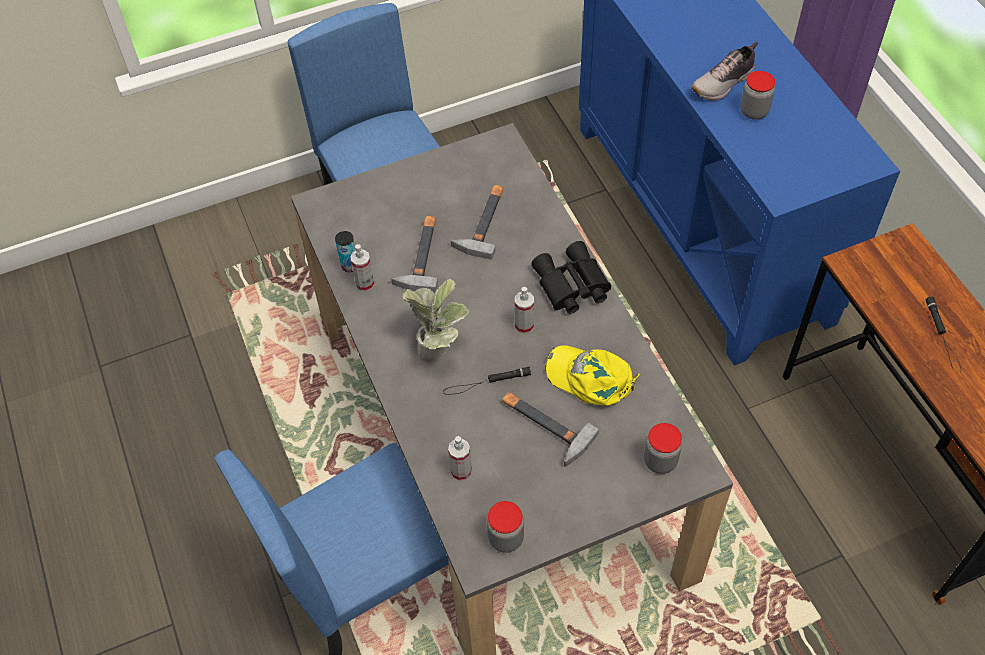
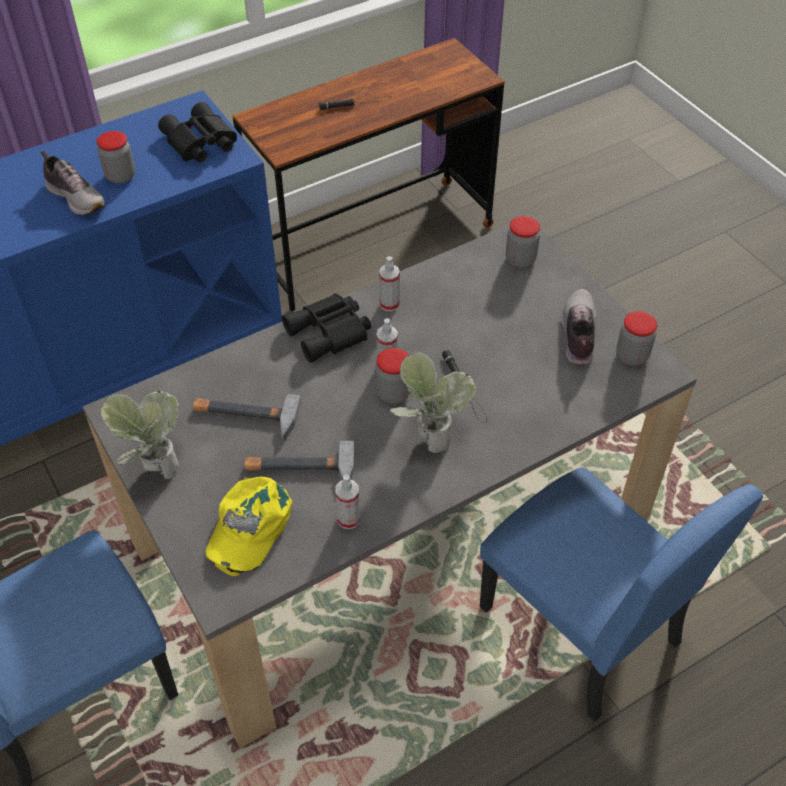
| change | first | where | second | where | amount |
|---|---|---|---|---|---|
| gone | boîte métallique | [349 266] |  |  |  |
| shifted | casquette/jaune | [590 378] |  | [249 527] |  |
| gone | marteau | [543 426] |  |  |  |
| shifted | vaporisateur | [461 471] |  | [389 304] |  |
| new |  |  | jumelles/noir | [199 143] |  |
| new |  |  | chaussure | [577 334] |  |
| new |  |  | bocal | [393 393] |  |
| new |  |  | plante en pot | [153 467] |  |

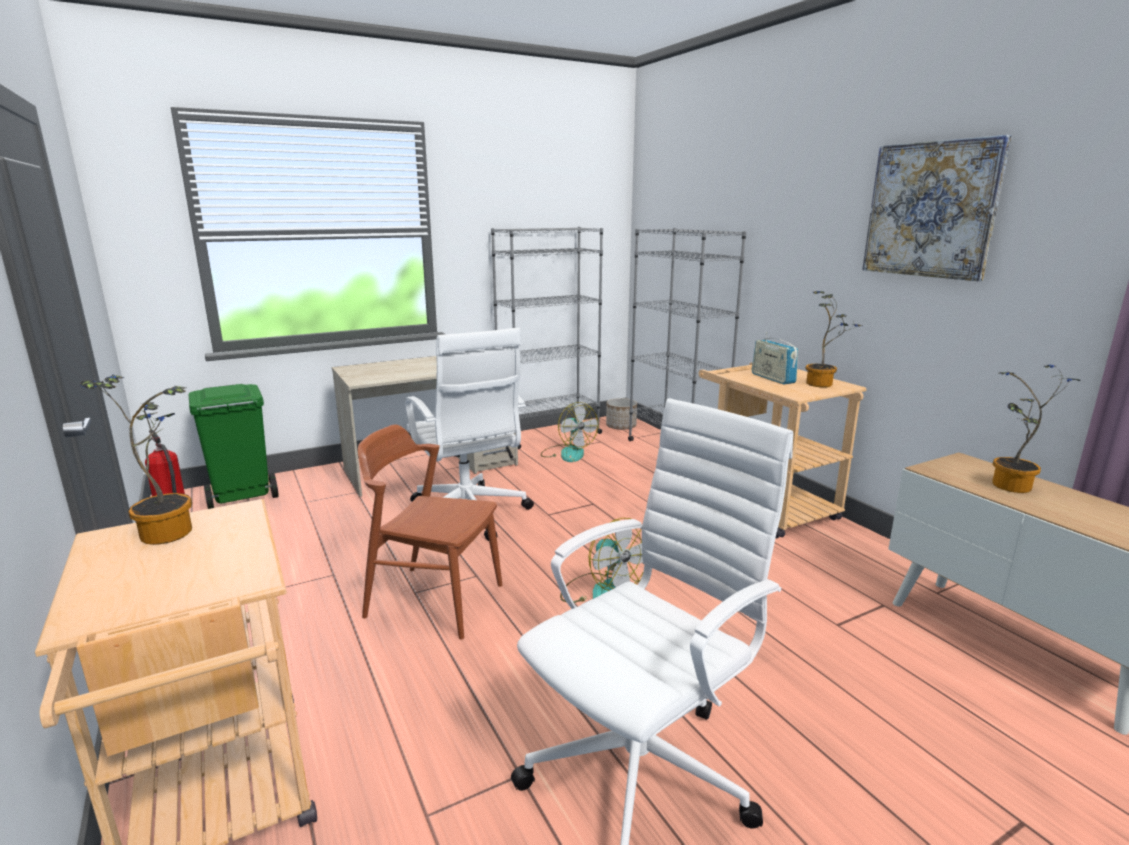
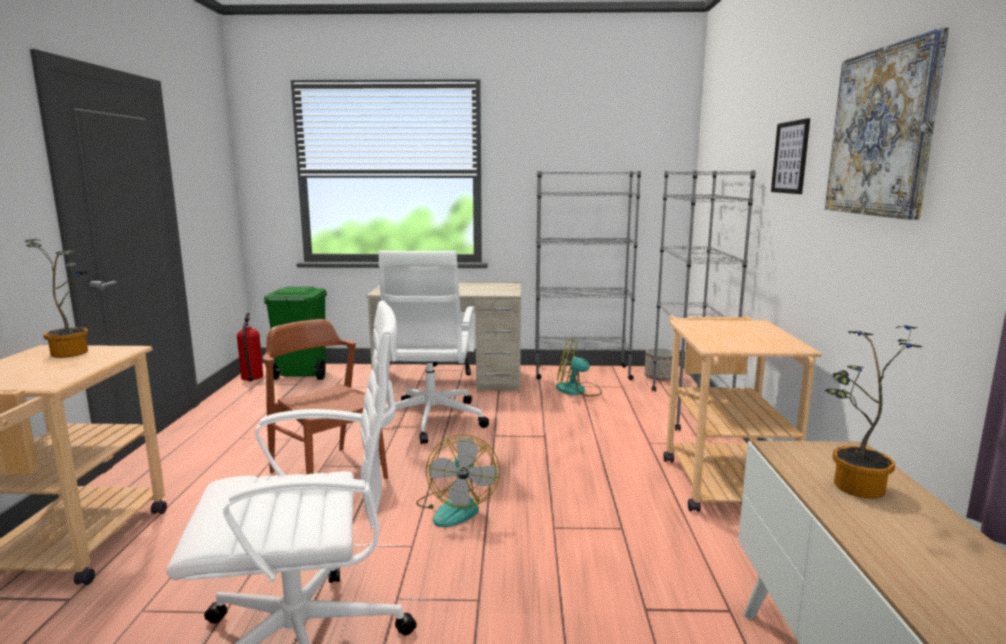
| change | first | where | second | where | amount |
|---|---|---|---|---|---|
| gone | plante en pot | [823 384] |  |  |  |
| gone | radio | [772 378] |  |  |  |
| rotated | ventilateur | [567 453] |  | [577 390] | 105 degrees clockwise |
| new |  |  | tableau | [790 157] |  |

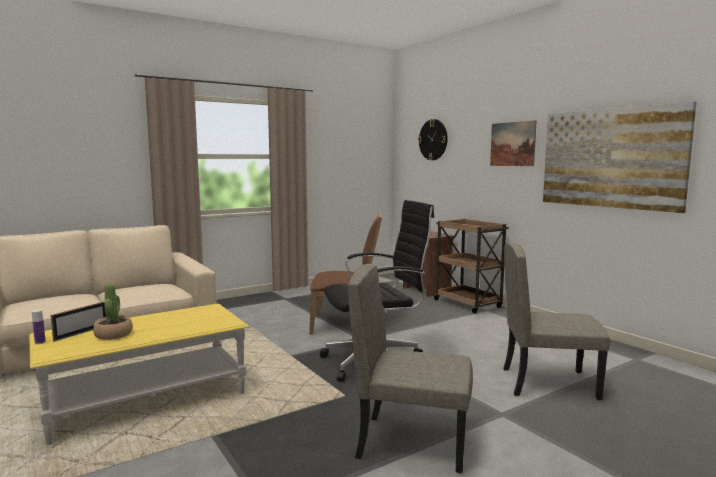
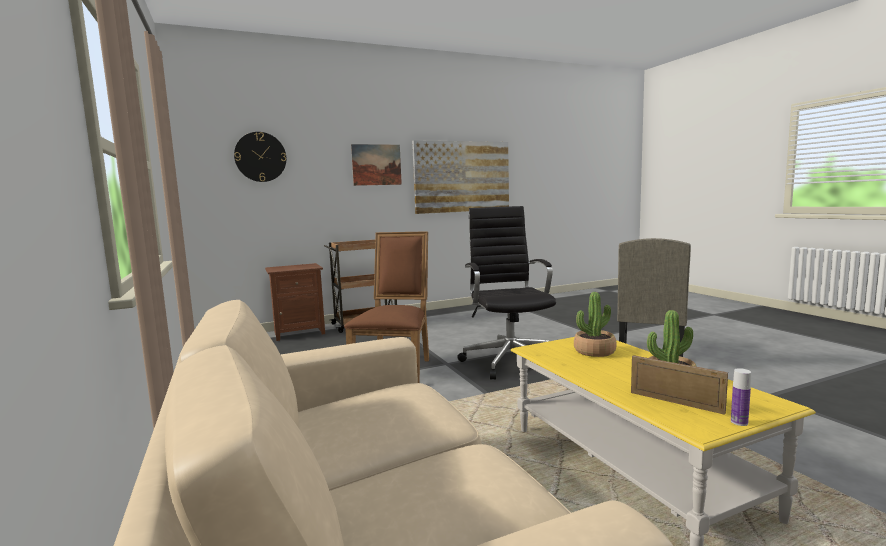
| change | first | where | second | where | amount |
|---|---|---|---|---|---|
| gone | chaise/beige | [548 383] |  |  |  |
| new |  |  | plante en pot | [594 351] |  |

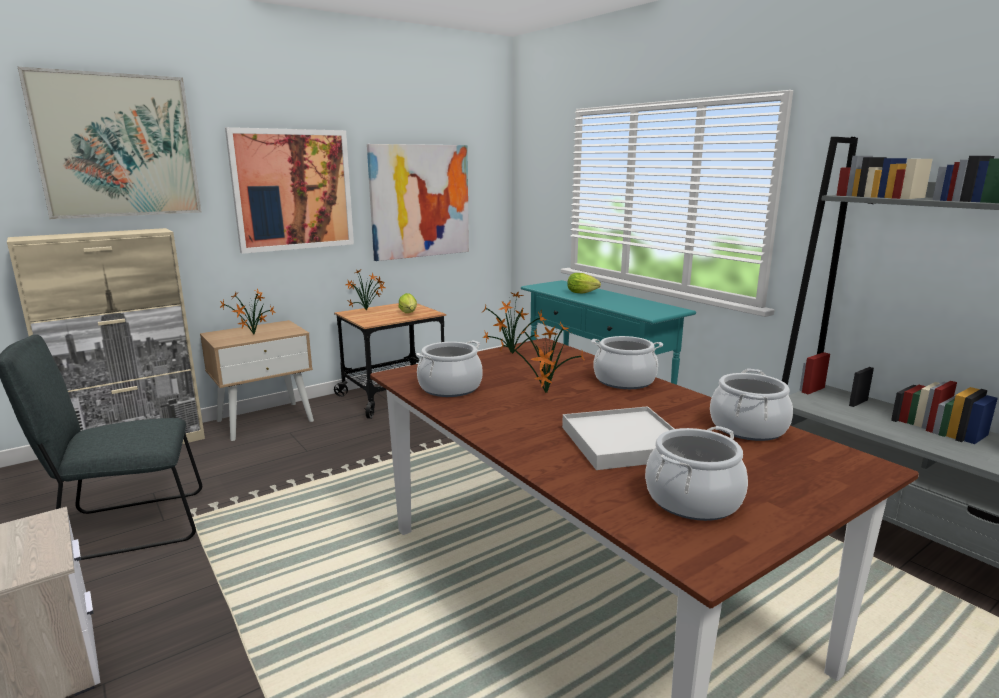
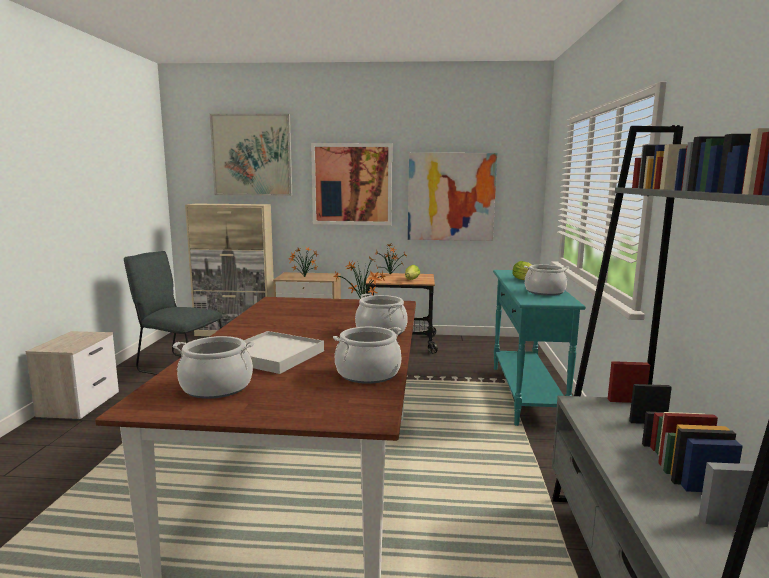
| change | first | where | second | where | amount |
|---|---|---|---|---|---|
| gone | plante en pot | [545 394] |  |  |  |
| shifted | marmite | [450 388] |  | [544 292] |  |

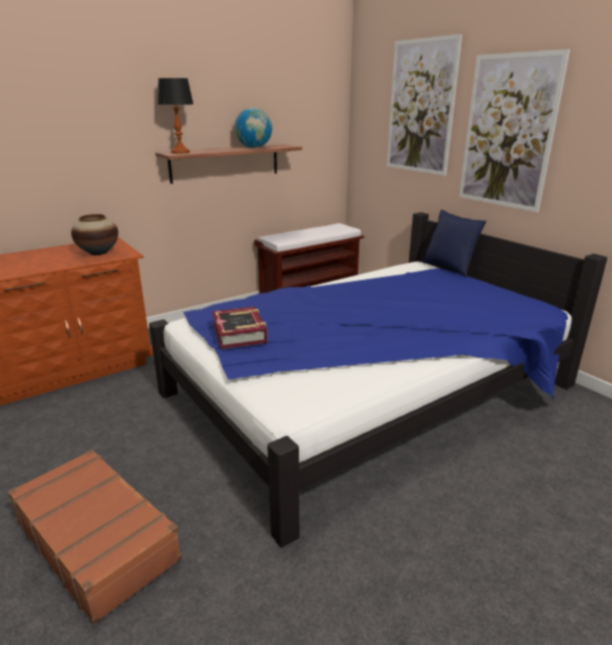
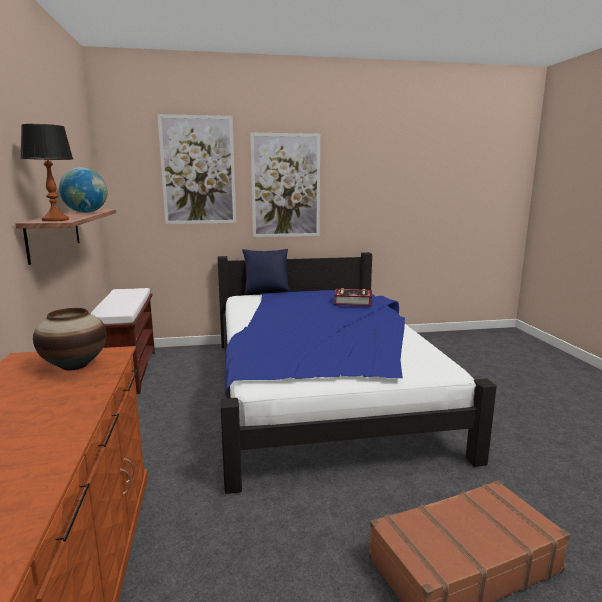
| change | first | where | second | where | amount |
|---|---|---|---|---|---|
| shifted | livre | [240 333] |  | [353 301] |  |

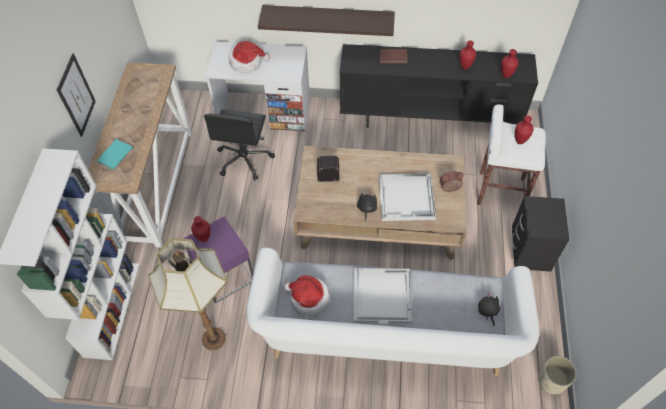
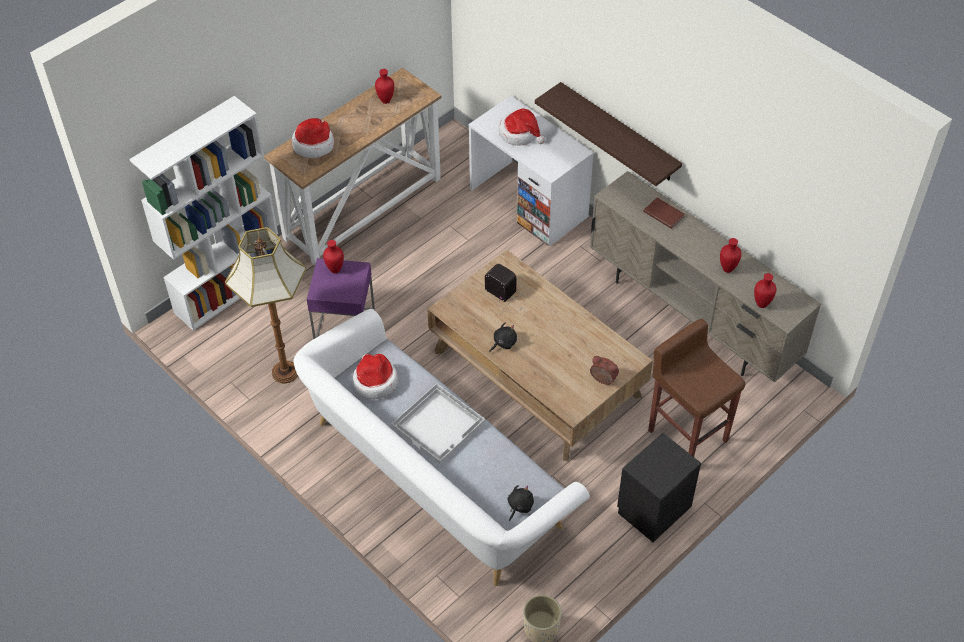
| change | first | where | second | where | amount |
|---|---|---|---|---|---|
| repainted | meuble télé/noir | [429 119] | meuble télé/beige | [692 317] |  |
| gone | tableau | [76 95] |  |  |  |
| repainted | tabouret/blanc | [499 190] | tabouret/marron | [687 434] |  |
| gone | chaise de bureau/noir | [244 159] |  |  |  |
| shifted | vase/rouge | [520 141] |  | [386 101] |  |
| swapped | livre/turquoise | [114 155] | chapeau | [314 144] |  |
| gone | plateau/blanc | [407 198] |  |  |  |

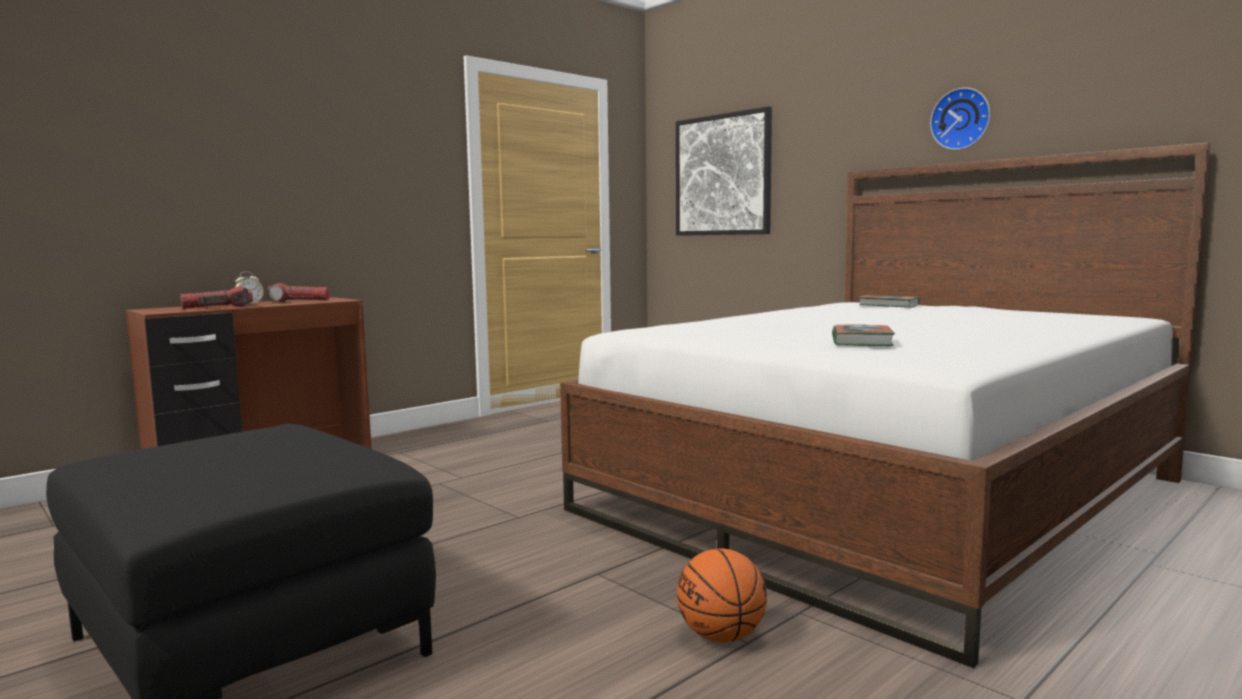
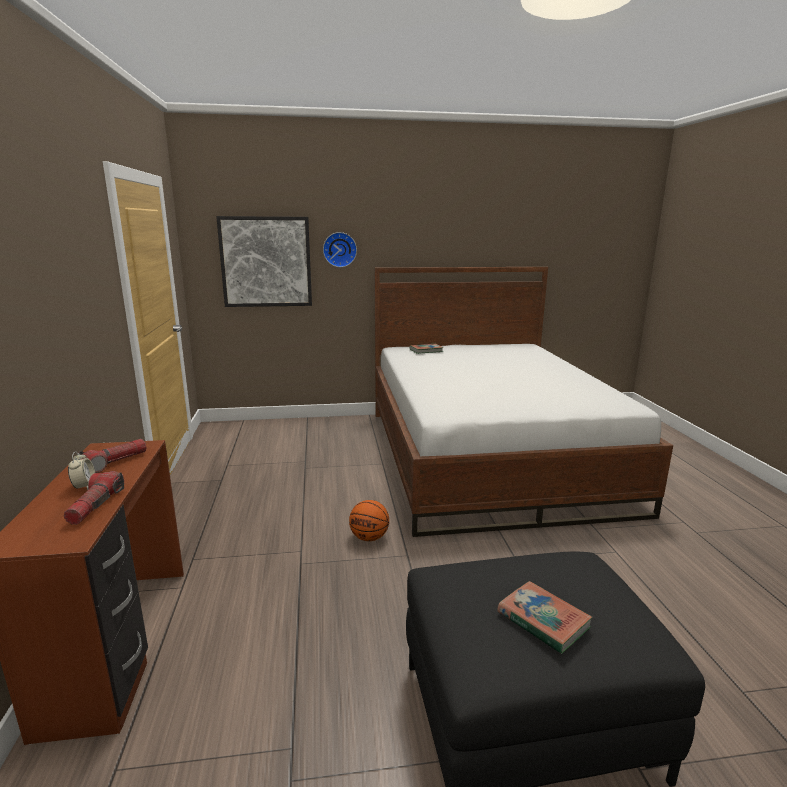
| change | first | where | second | where | amount |
|---|---|---|---|---|---|
| shifted | horloge murale | [961 119] |  | [339 249] |  |
| shifted | livre | [861 342] |  | [543 620] |  |
| shifted | ballon de basket | [721 636] |  | [369 537] |  |

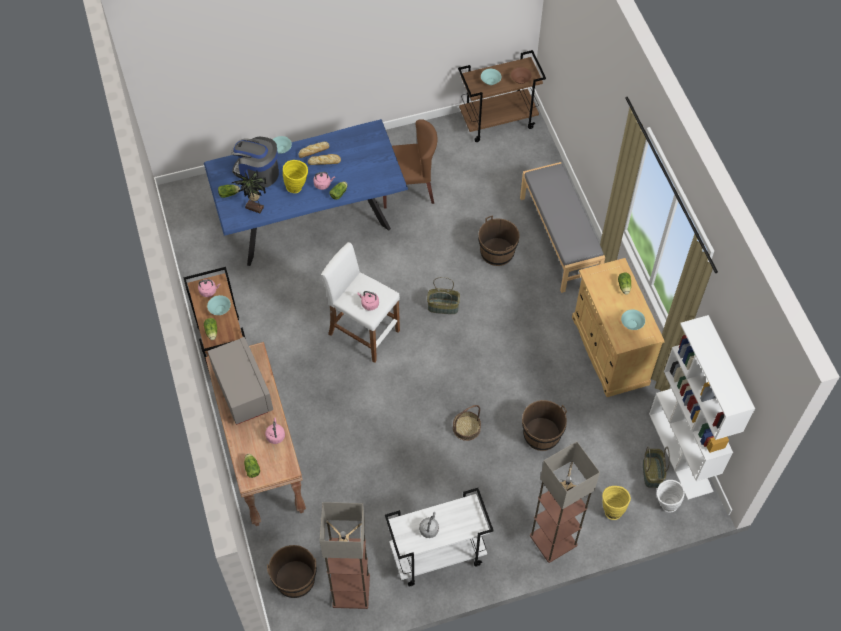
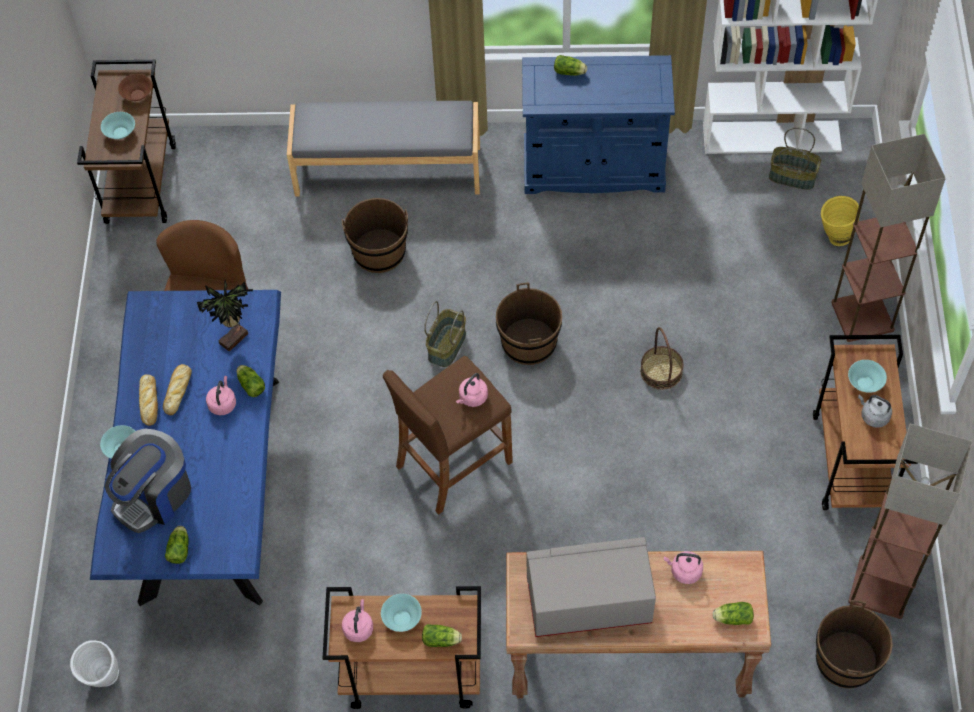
| change | first | where | second | where | amount |
|---|---|---|---|---|---|
| gone | vase/jaune | [297 187] |  |  |  |
| shifted | plante en pot | [254 209] |  | [236 339] |  |
| repainted | tabouret/blanc | [363 332] | tabouret/marron | [453 464] |  |
| repainted | meuble de rangement/beige | [609 350] | meuble de rangement/bleu | [593 167] |  |
| shifted | bol/turquoise | [631 324] |  | [864 383] |  |
| shifted | seau/marron | [541 434] |  | [529 342] |  |
| shifted | vase/blanc | [665 505] |  | [103 680] |  |
| repainted | chariot/blanc | [437 556] | chariot/marron | [852 462] |  |

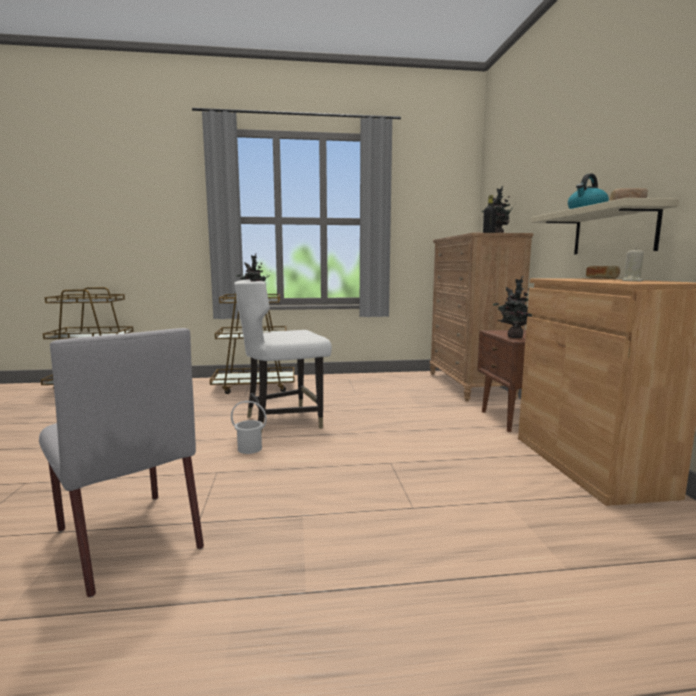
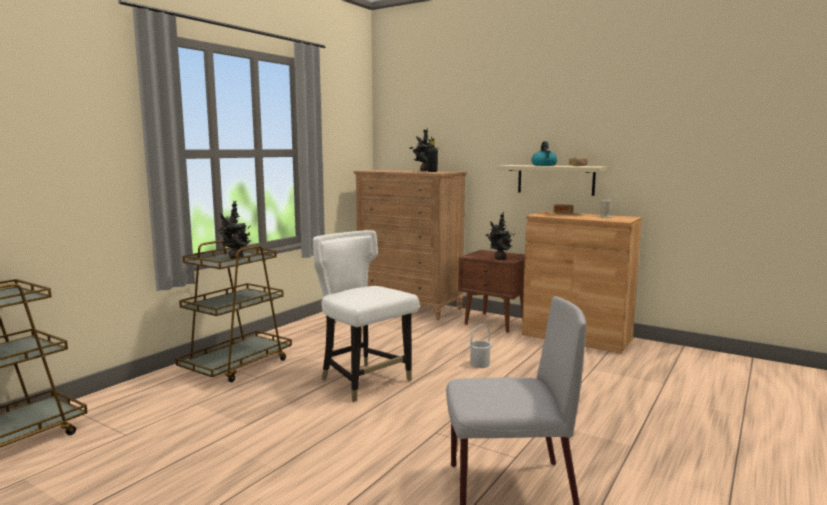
| change | first | where | second | where | amount |
|---|---|---|---|---|---|
| rotated | chaise/blanc | [283 421] |  | [364 381] | 120 degrees clockwise |
| shifted | seau/blanc | [249 448] |  | [479 364] |  |

